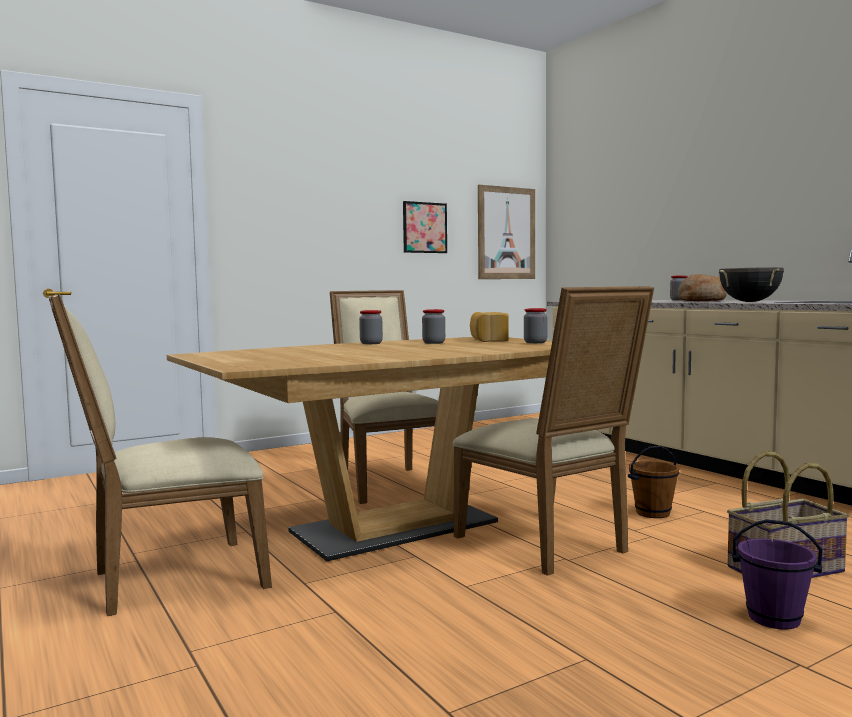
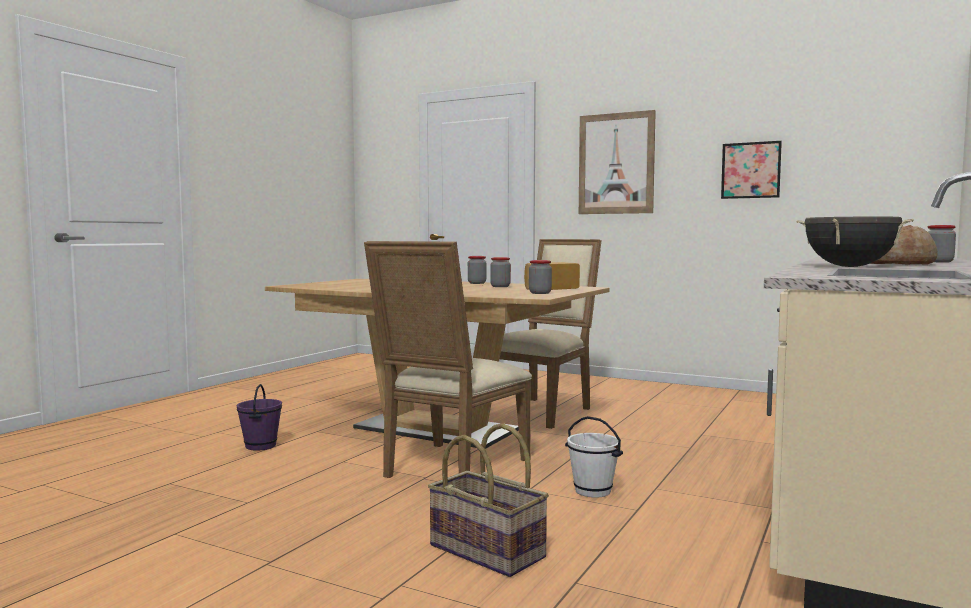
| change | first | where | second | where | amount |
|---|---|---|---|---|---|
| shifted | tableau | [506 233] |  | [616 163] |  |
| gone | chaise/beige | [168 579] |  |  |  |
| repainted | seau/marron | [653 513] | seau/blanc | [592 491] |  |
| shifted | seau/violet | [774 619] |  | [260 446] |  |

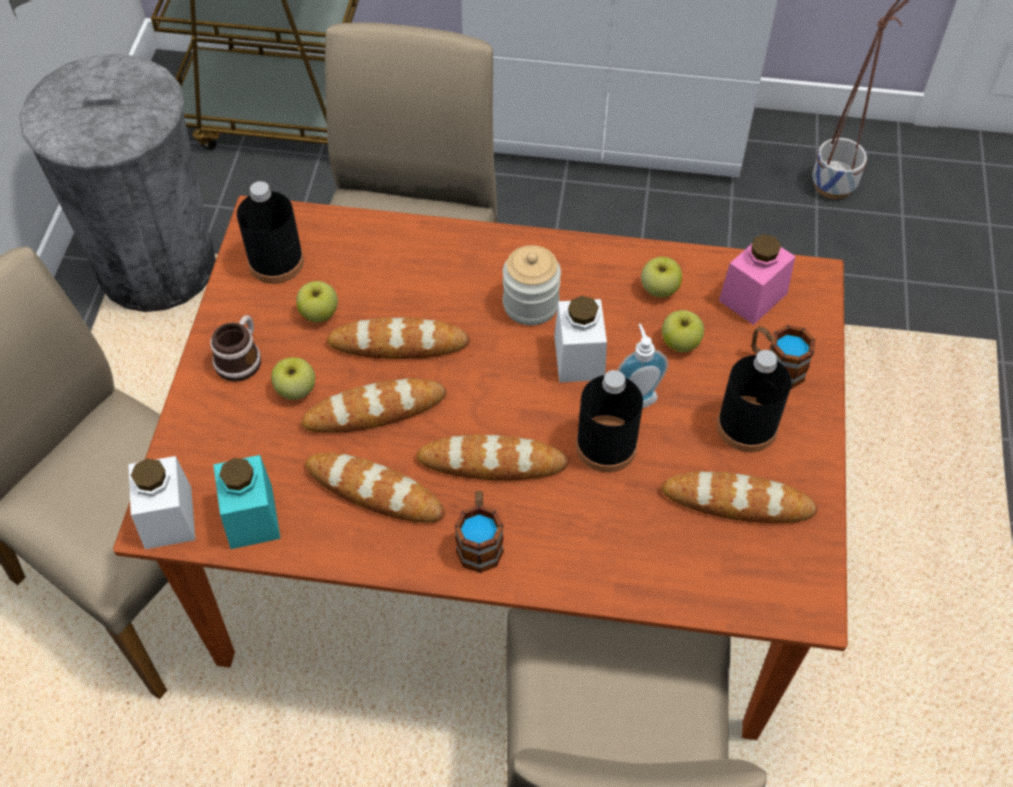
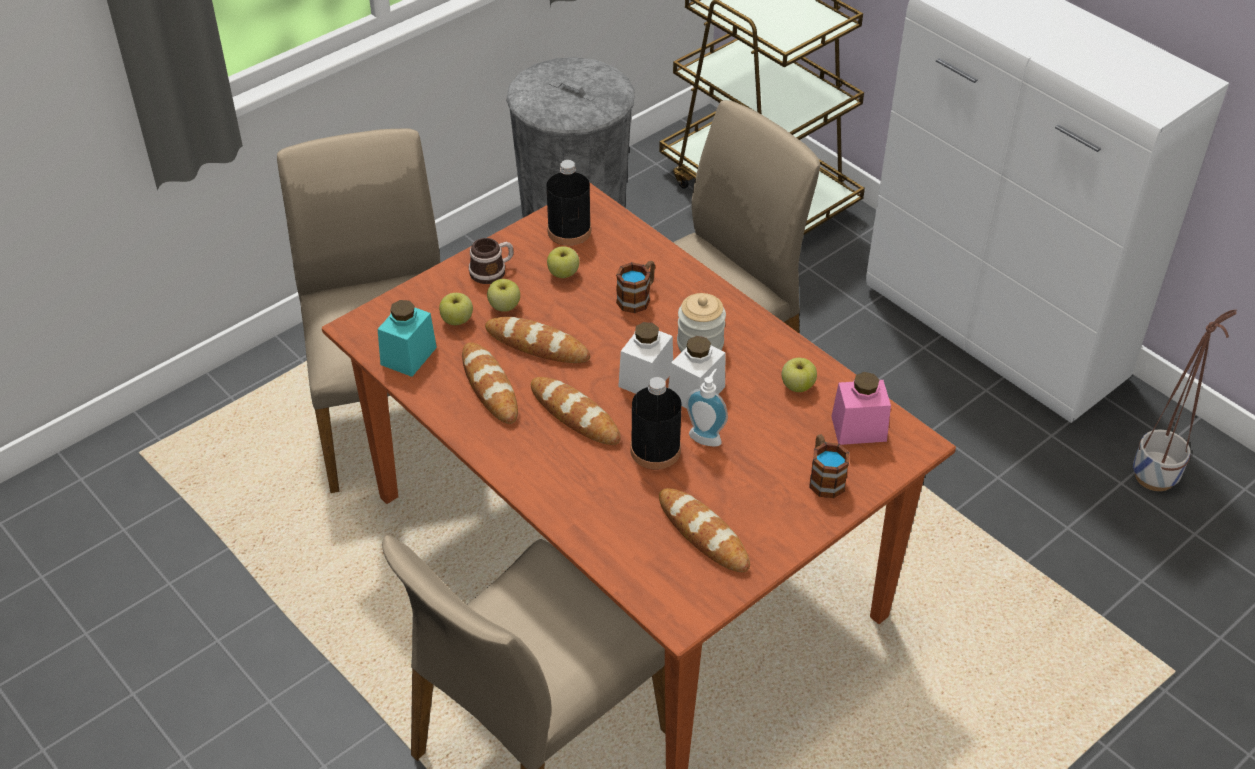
| change | first | where | second | where | amount |
|---|---|---|---|---|---|
| shifted | pomme | [680 343] |  | [457 320] |  |
| gone | pain | [399 344] |  |  |  |
| gone | bouteille/noir | [747 426] |  |  |  |
| shifted | bocal/blanc | [168 517] |  | [646 378] |  |
| shifted | mug | [479 541] |  | [637 297] |  |

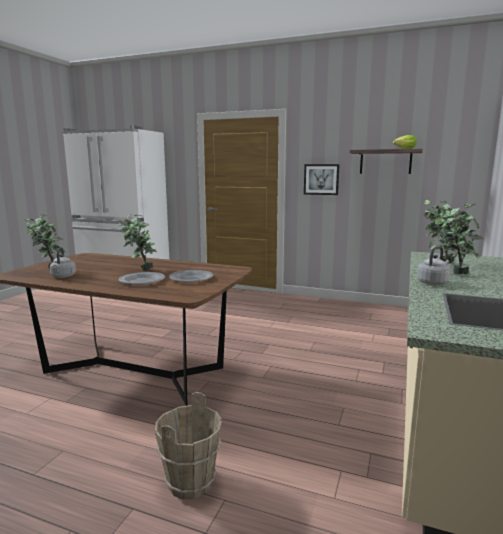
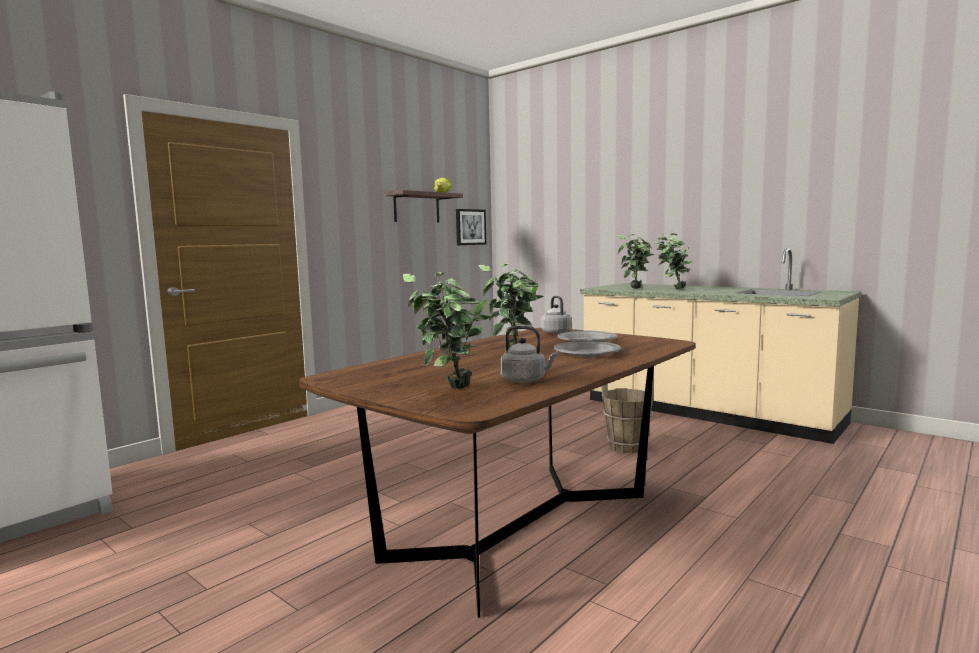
| change | first | where | second | where | amount |
|---|---|---|---|---|---|
| shifted | tableau | [321 179] |  | [470 227] |  |
| shifted | bouilloire/gris | [433 282] |  | [555 332] |  |
| shifted | seau/marron | [191 483] |  | [627 446] |  |

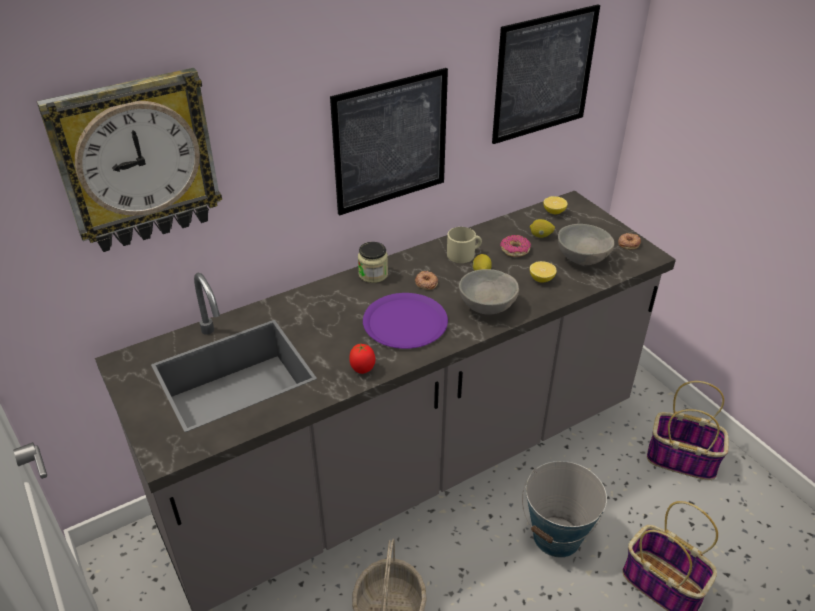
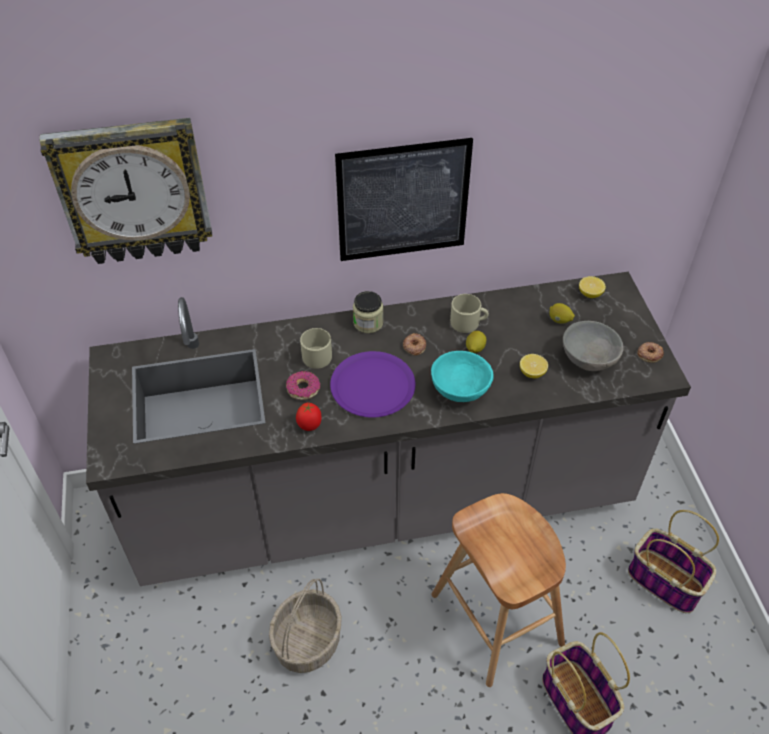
| change | first | where | second | where | amount |
|---|---|---|---|---|---|
| gone | tableau | [544 74] |  |  |  |
| shifted | beignet | [515 250] |  | [303 389] |  |
| repainted | bol/gris | [486 306] | bol/turquoise | [459 389] |  |
| swapped | seau | [557 536] | tabouret/marron | [496 618] |  |
| new |  |  | mug/beige | [315 354] |  |

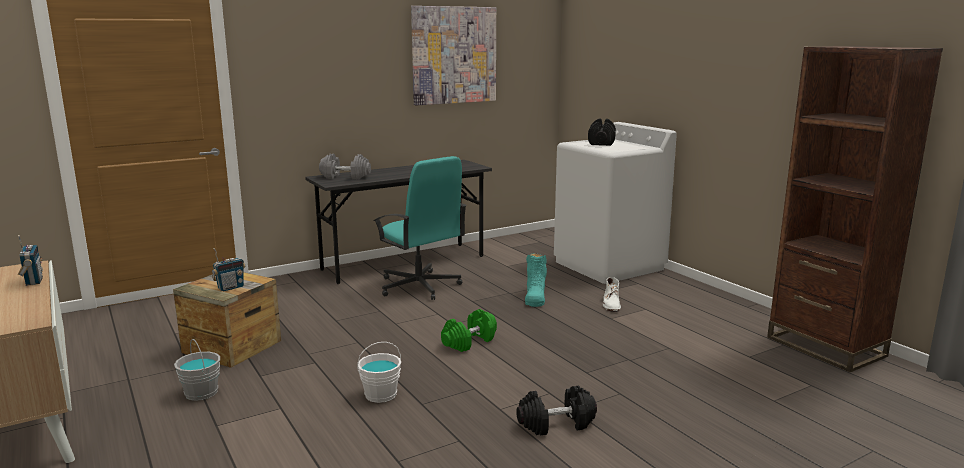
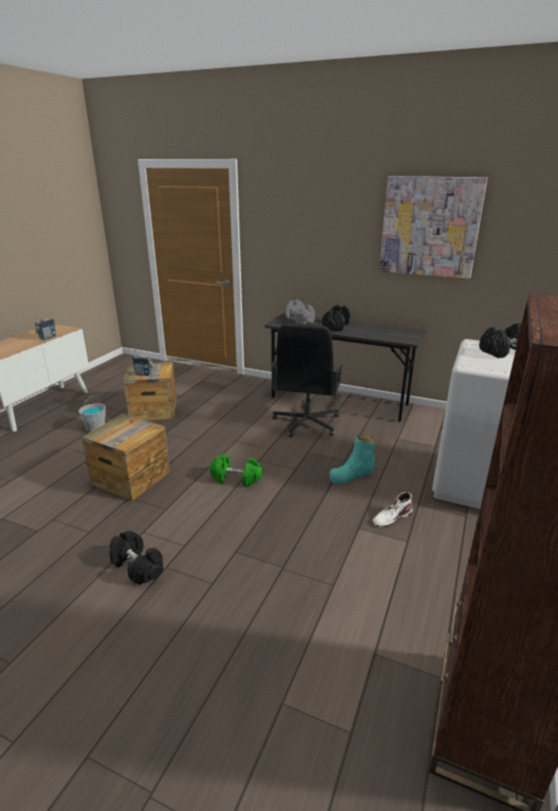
| change | first | where | second | where | amount |
|---|---|---|---|---|---|
| repainted | chaise de bureau/turquoise | [419 286] | chaise de bureau/noir | [306 423] |  |
| swapped | seau/blanc | [380 394] | caisse | [131 478] |  |
| new |  |  | haltère/noir | [336 326] |  |

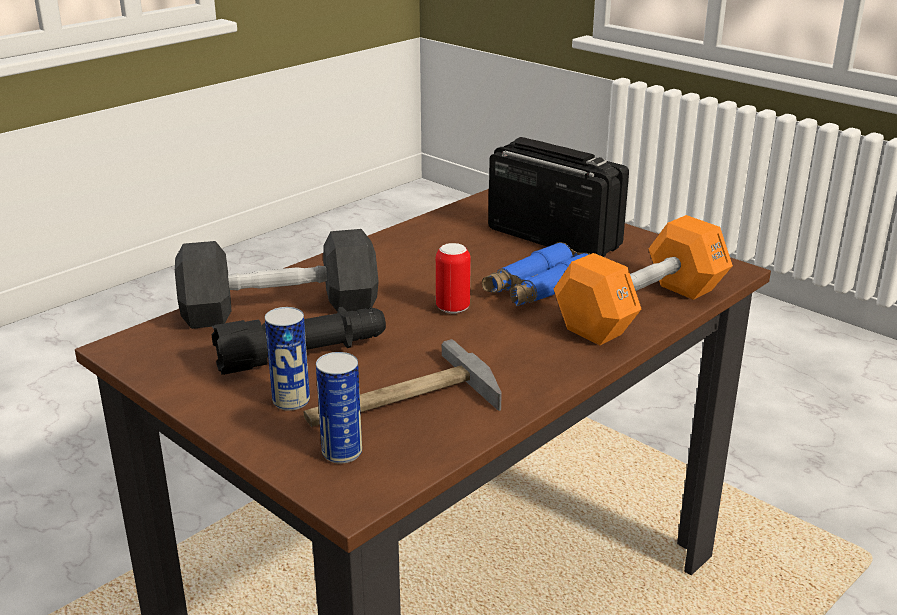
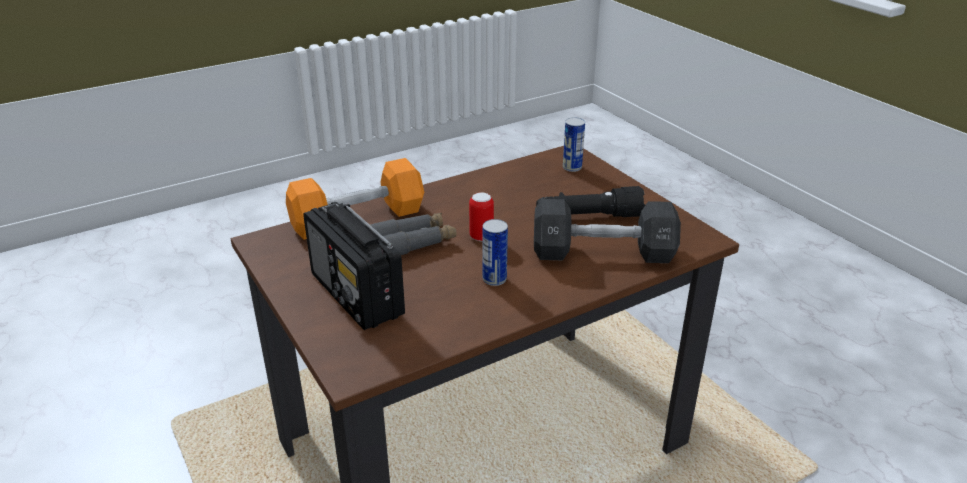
| change | first | where | second | where | amount |
|---|---|---|---|---|---|
| repainted | jumelles/bleu | [538 290] | jumelles/gris | [412 243] |  |
| shifted | boîte métallique | [291 401] |  | [494 279] |  |
| gone | marteau | [400 402] |  |  |  |

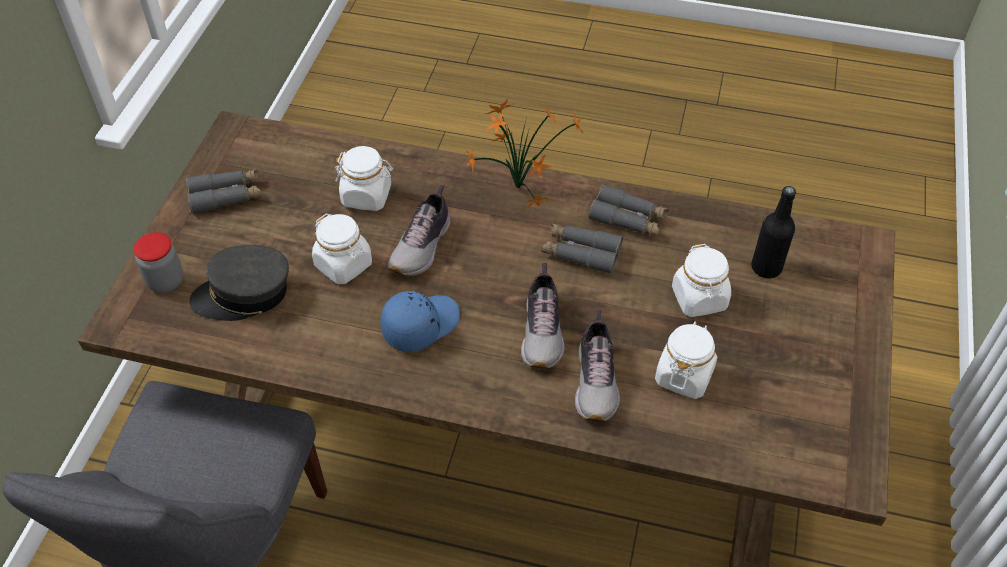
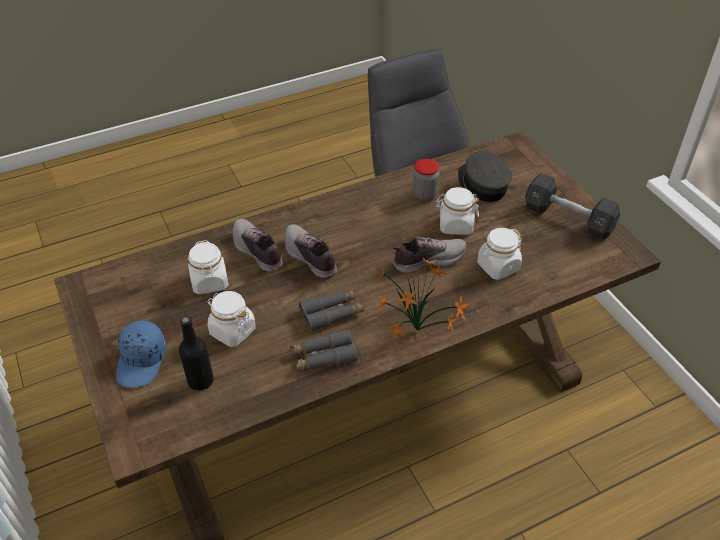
| change | first | where | second | where | amount |
|---|---|---|---|---|---|
| swapped | jumelles/gris | [226 196] | haltère/noir | [568 218] |  |
| rotated | chaussure | [422 246] |  | [428 259] | 90 degrees clockwise |
| shifted | bocal | [166 281] |  | [424 194] |  |
| rotated | casquette/gris | [243 294] |  | [482 184] | 60 degrees counterclockwise |
| shifted | casquette/bleu | [420 325] |  | [142 361] |  |

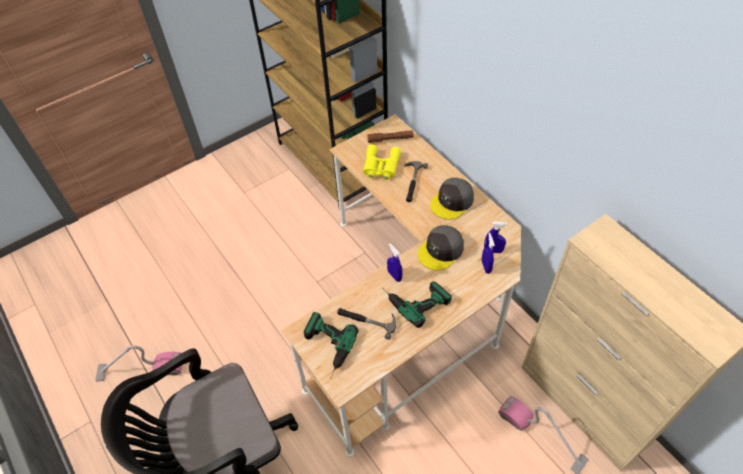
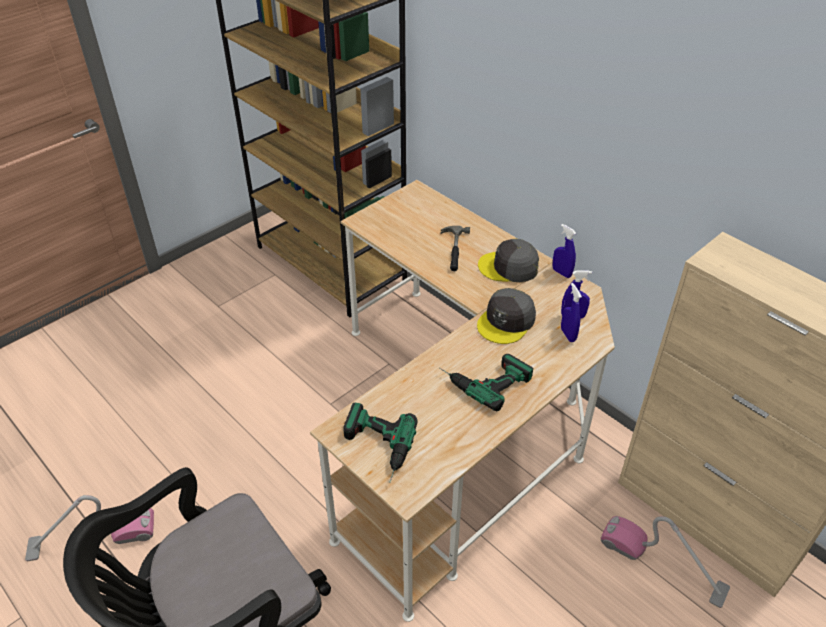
| change | first | where | second | where | amount |
|---|---|---|---|---|---|
| gone | lampe de poche/marron | [390 139] |  |  |  |
| gone | jumelles/jaune | [381 166] |  |  |  |
| rotated | casquette/gris | [452 202] |  | [509 267] | 60 degrees clockwise |
| shifted | vaporisateur/bleu | [394 276] |  | [561 273] |  |
| gone | marteau | [366 320] |  |  |  |

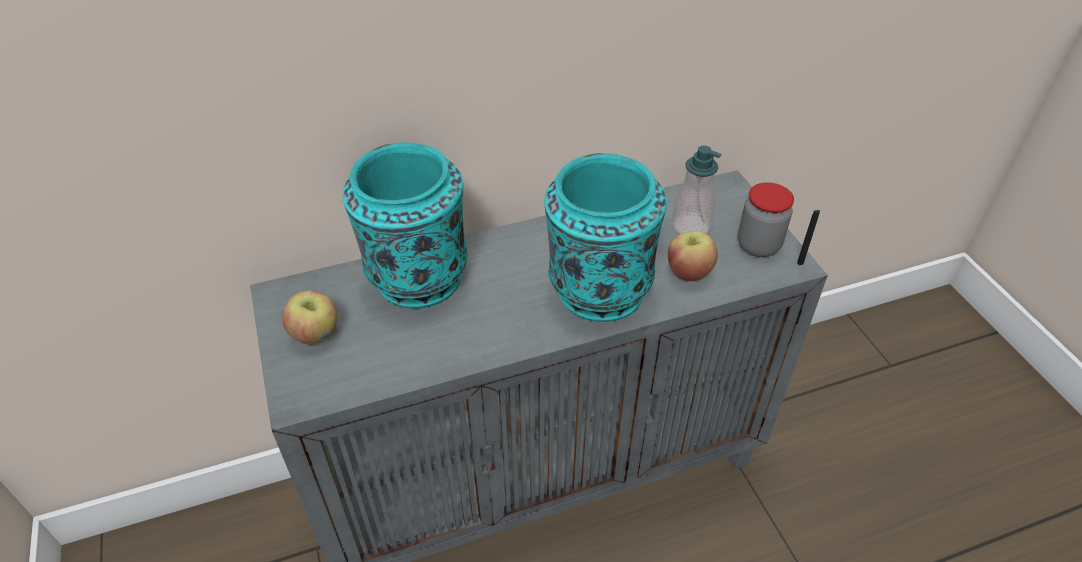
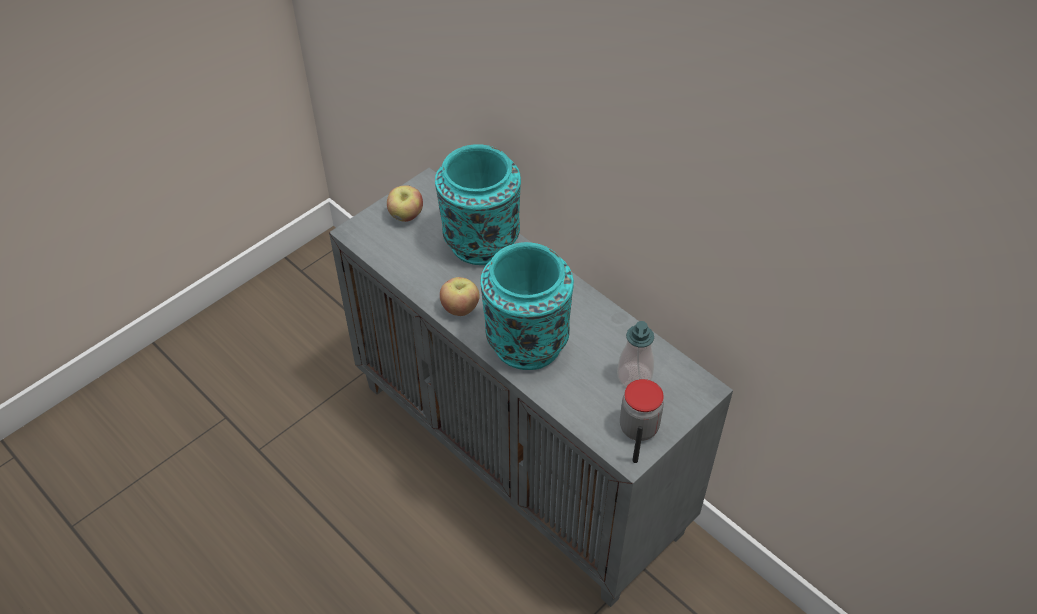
| change | first | where | second | where | amount |
|---|---|---|---|---|---|
| shifted | pomme | [688 271] |  | [460 307] |  |

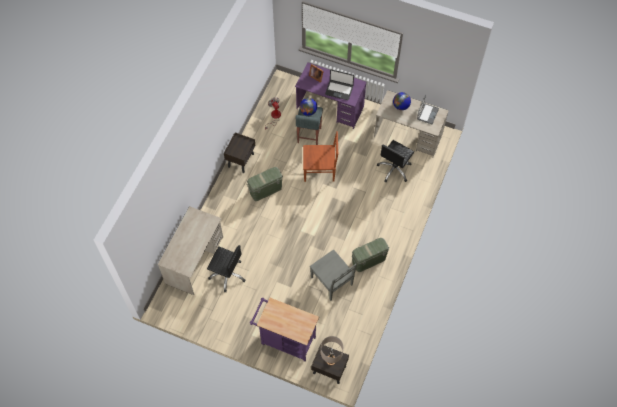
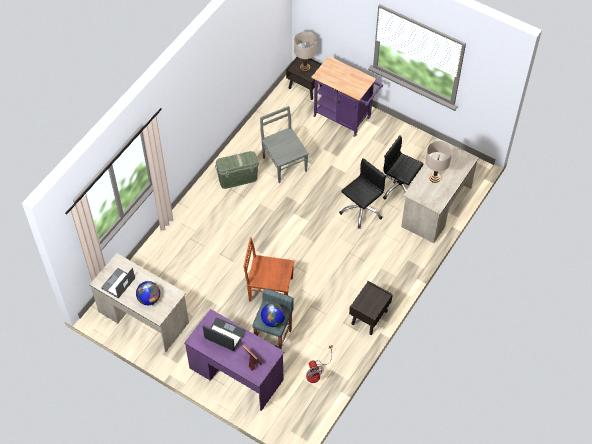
| change | first | where | second | where | amount |
|---|---|---|---|---|---|
| shifted | chaise de bureau/noir | [394 169] |  | [361 210] |  |
| gone | boîte de rangement/vert | [265 190] |  |  |  |
| new |  |  | lampe de table/beige | [434 178] |  |

